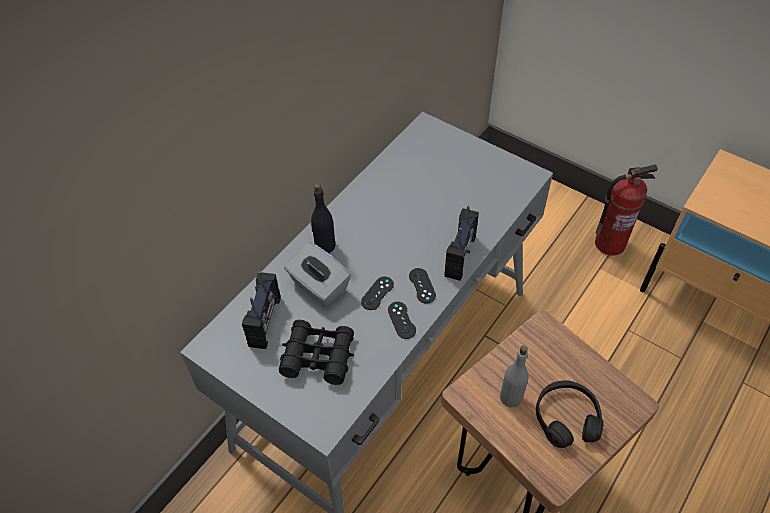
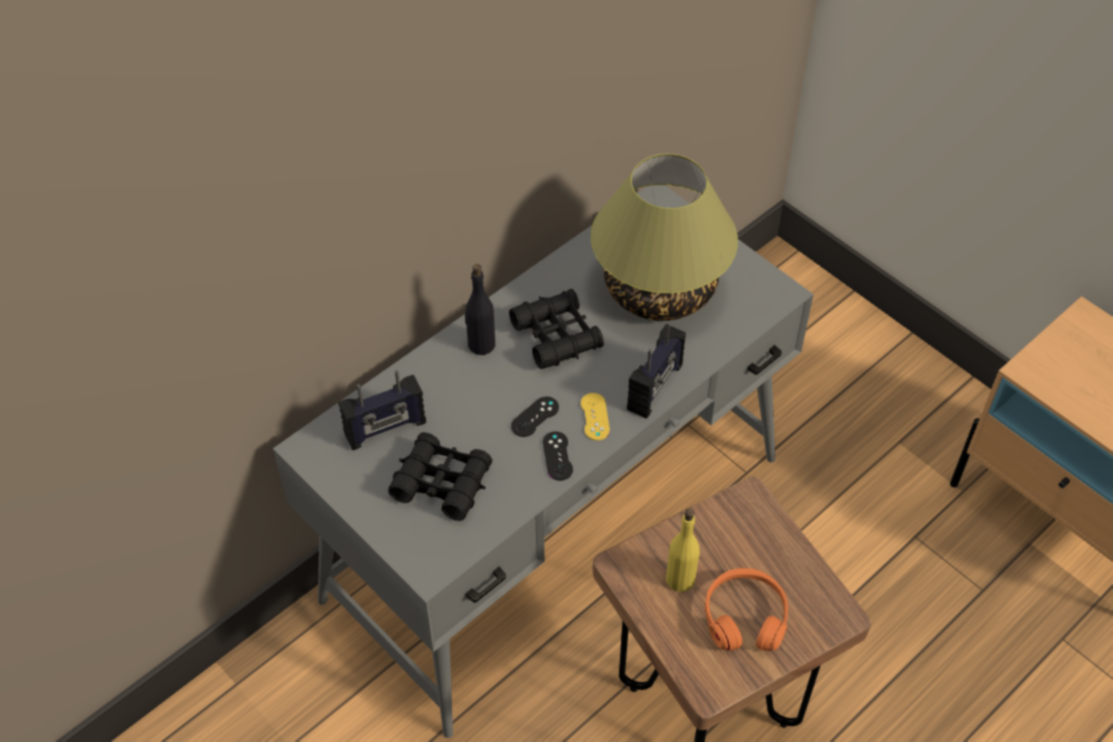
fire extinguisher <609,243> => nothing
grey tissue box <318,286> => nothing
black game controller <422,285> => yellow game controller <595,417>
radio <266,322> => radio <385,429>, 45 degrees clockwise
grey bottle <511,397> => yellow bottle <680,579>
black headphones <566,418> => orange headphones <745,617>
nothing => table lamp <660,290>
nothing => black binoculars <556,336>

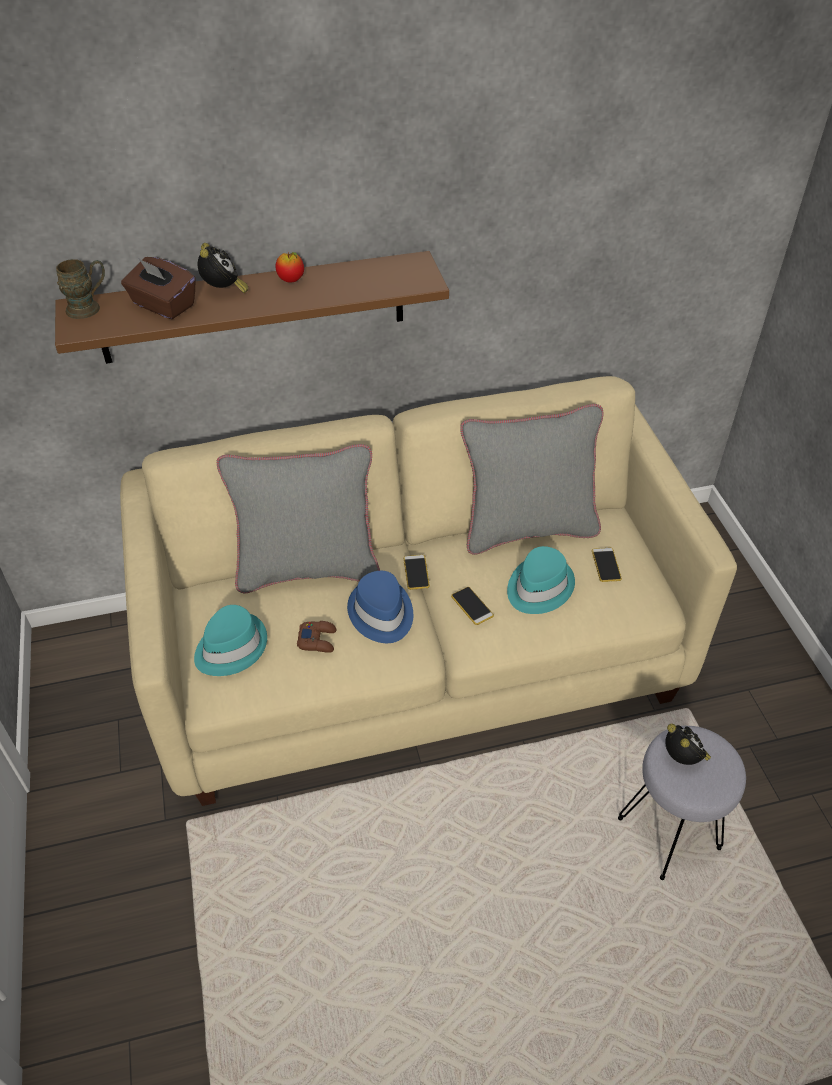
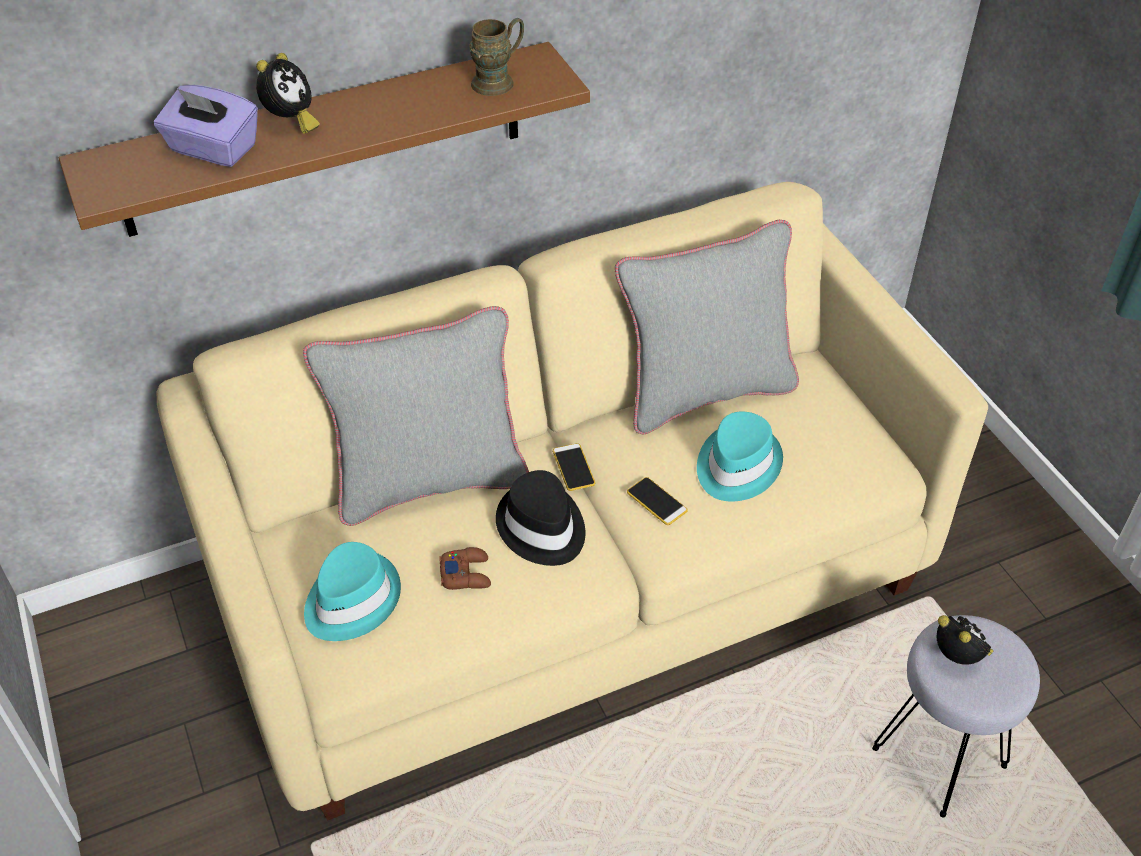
alarm clock <224,291> => alarm clock <290,122>, 45 degrees clockwise
apple <291,280> => nothing
brown tissue box <163,305> => purple tissue box <213,149>
brown mug <89,307> => brown mug <499,81>, relocated
phone <606,565> => nothing
blue hat <381,614> => black hat <541,528>

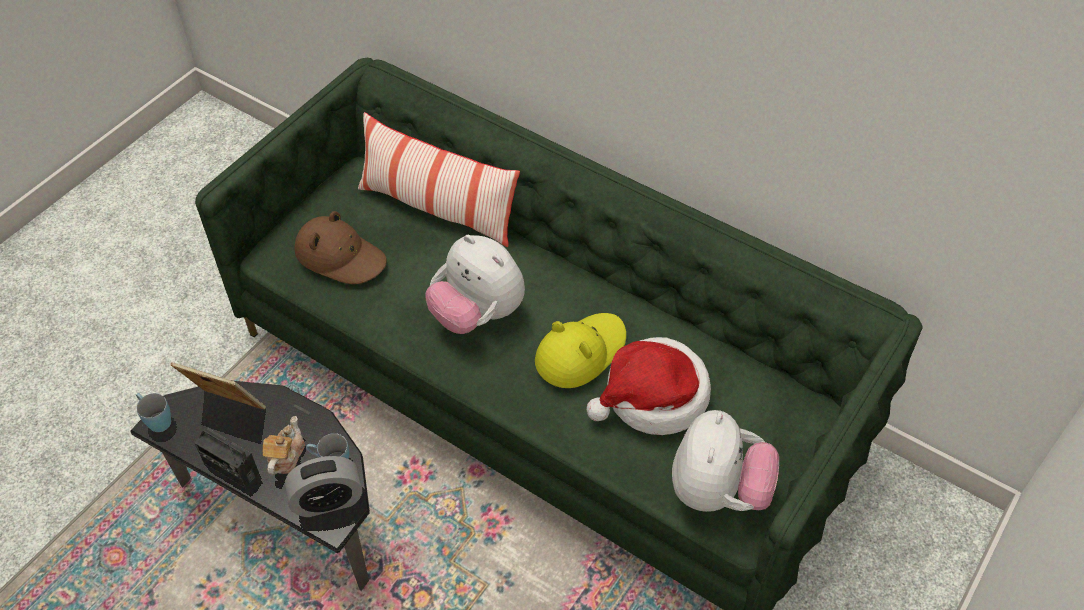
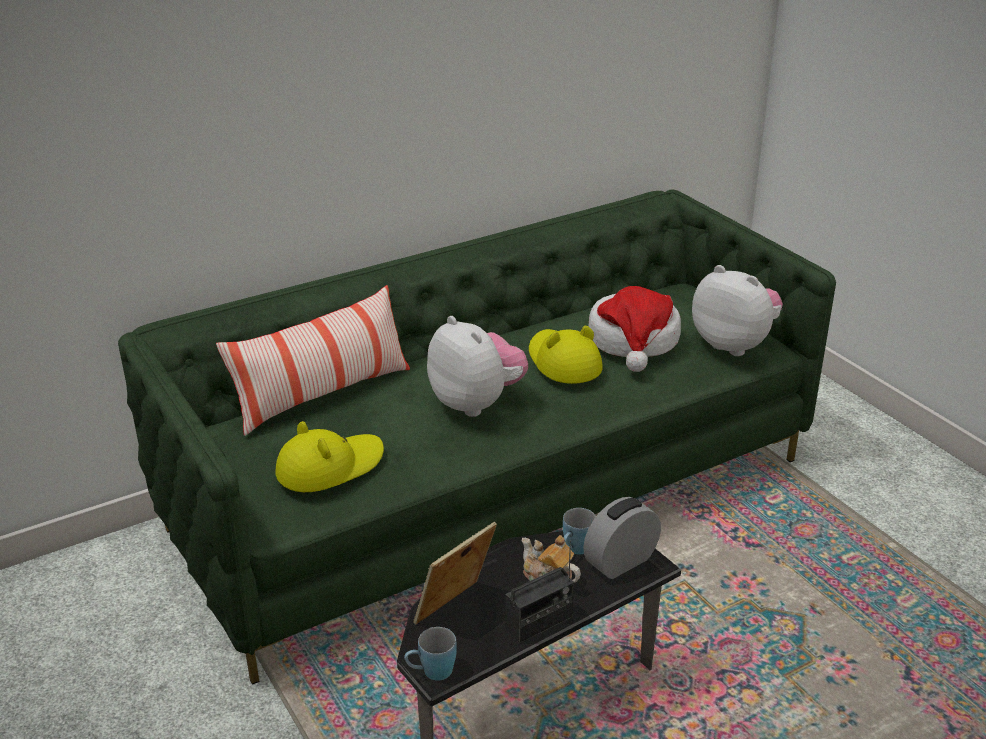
brown hat <341,256> => yellow hat <329,466>
plush toy <477,314> => plush toy <477,403>, 105 degrees counterclockwise
alarm clock <327,501> => alarm clock <620,562>, 135 degrees counterclockwise

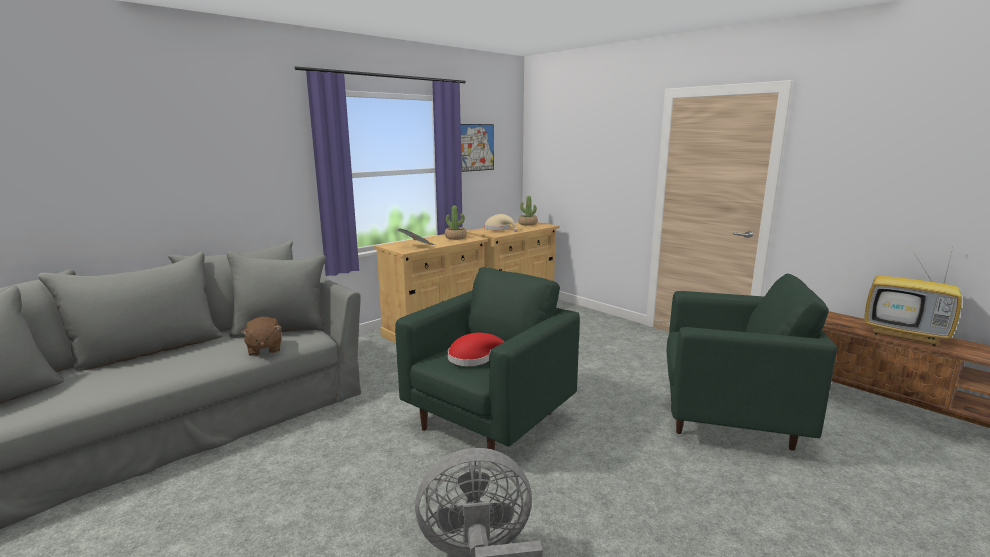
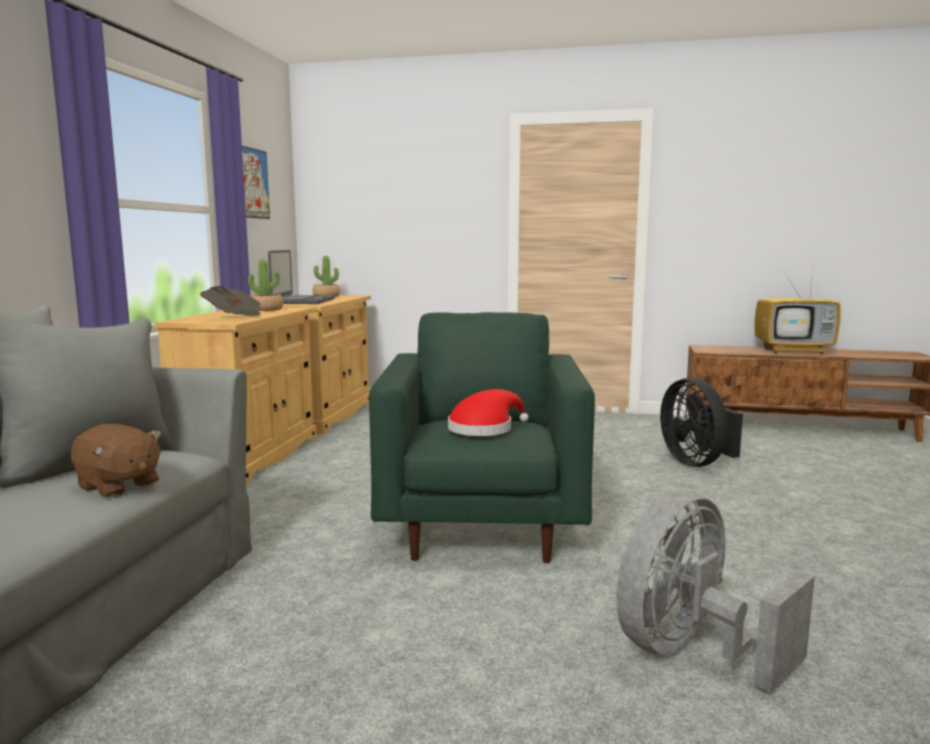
beige hat <499,229> => laptop <303,301>
green armchair <729,418> => black fan <697,462>

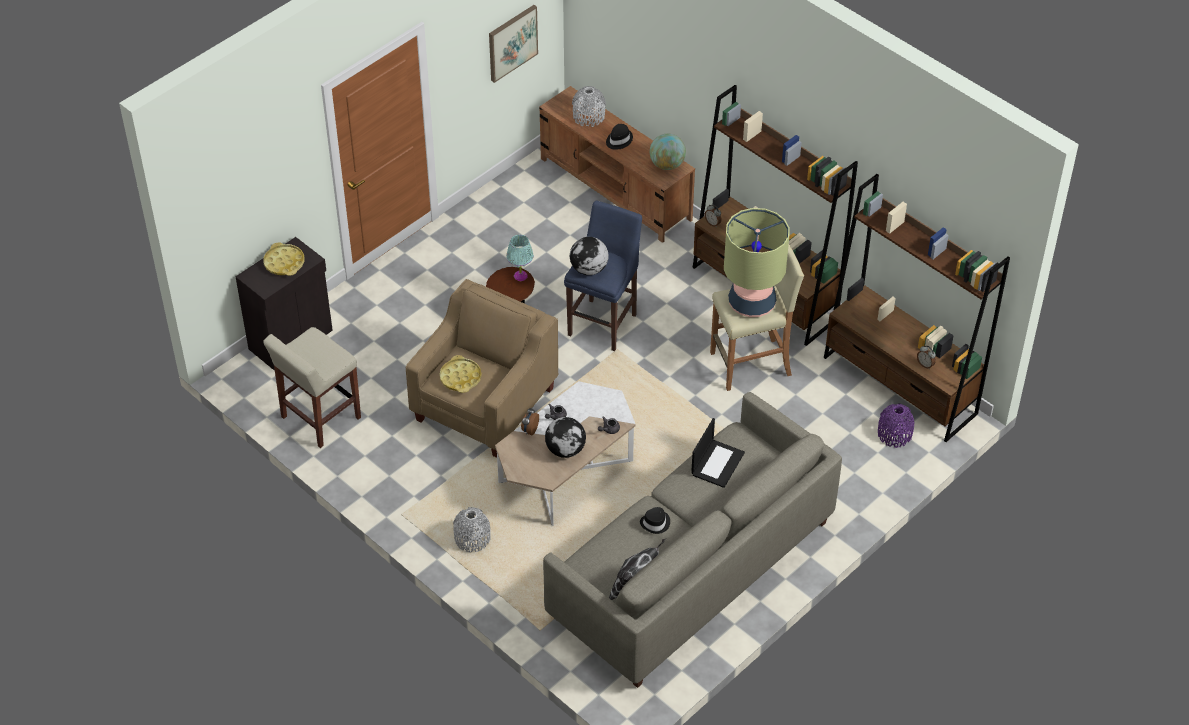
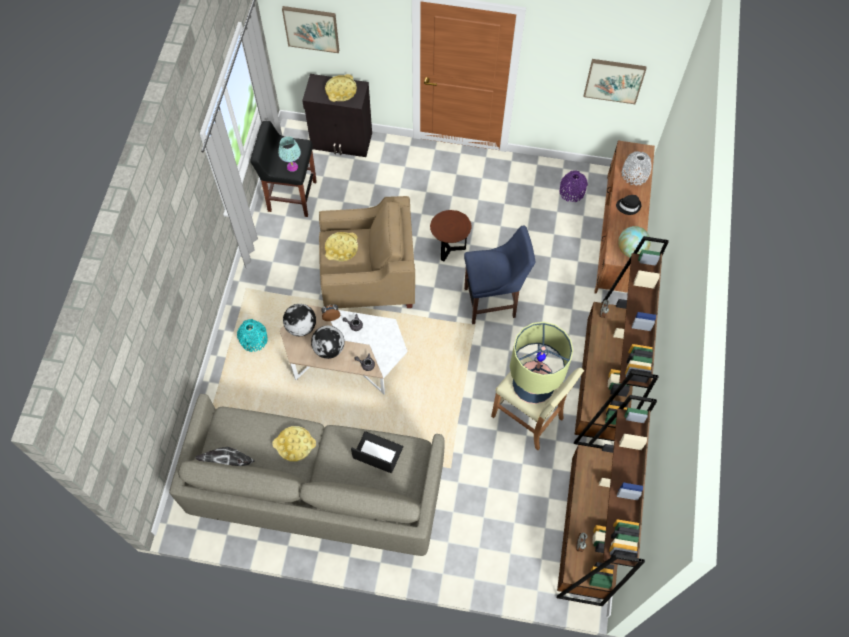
turquoise table lamp <520,276> => turquoise table lamp <292,166>, relocated
globe <588,269> => globe <300,327>, relocated
beige stool <320,418> => black stool <291,196>
purple vase <894,434> => purple vase <571,192>, relocated
laptop <717,463> => laptop <377,453>, 150 degrees counterclockwise
grey vase <472,538> => turquoise vase <254,340>
black hat <655,523> => yellow tray <294,445>
nothing => picture <311,28>

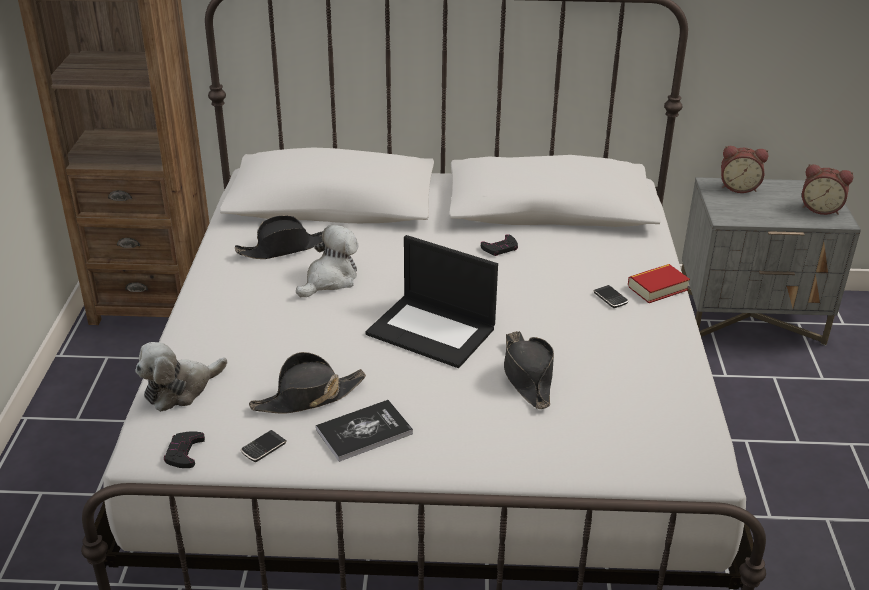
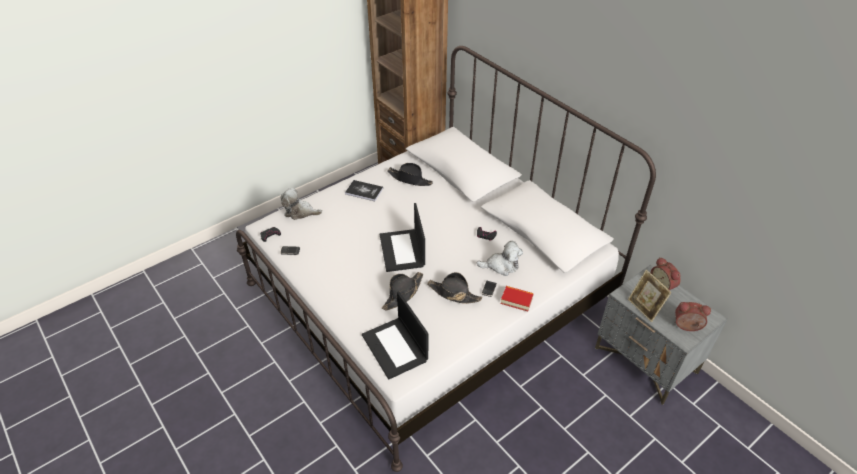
alarm clock <820,208> => alarm clock <687,327>, 120 degrees clockwise
plush toy <330,280> => plush toy <501,266>, relocated
black hat <308,397> => black hat <453,293>, relocated
book <364,431> => book <364,191>, relocated
nothing => picture frame <644,308>
nothing => laptop <395,348>

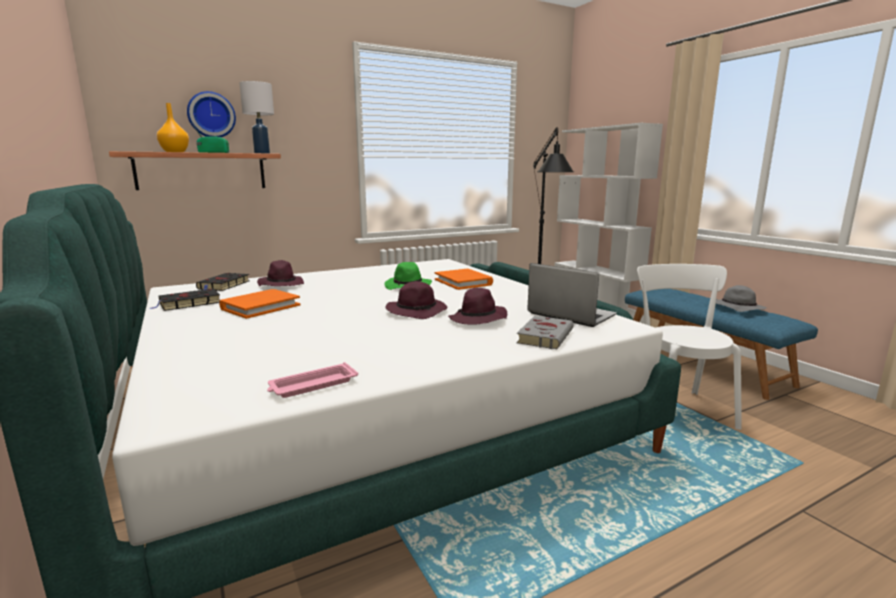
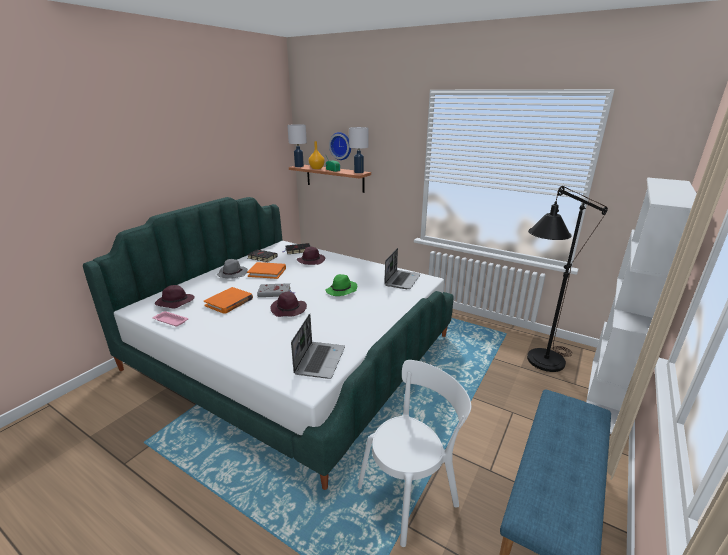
orange book <463,282> => orange book <229,302>, relocated
grey hat <737,308> => grey hat <232,273>, relocated
purple hat <478,319> => purple hat <174,302>, relocated
grey book <545,336> => grey book <275,292>, relocated
nothing => white table lamp <299,166>
nothing => laptop <402,280>

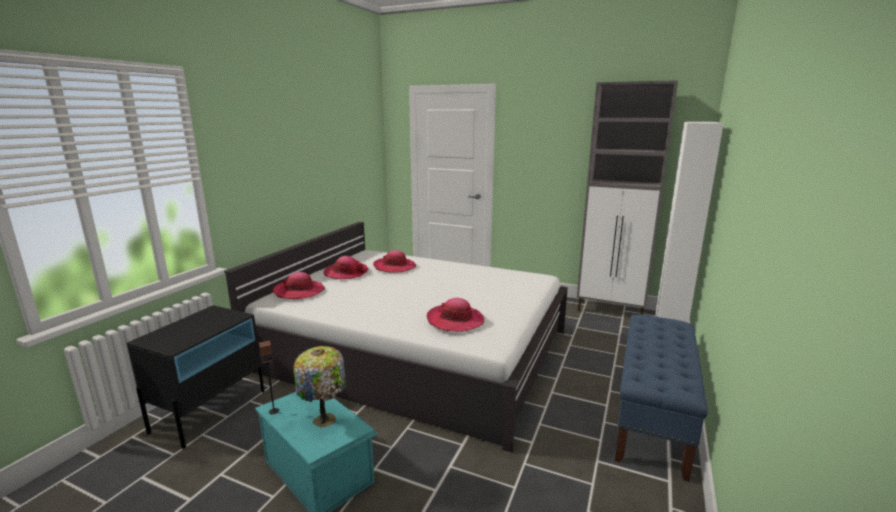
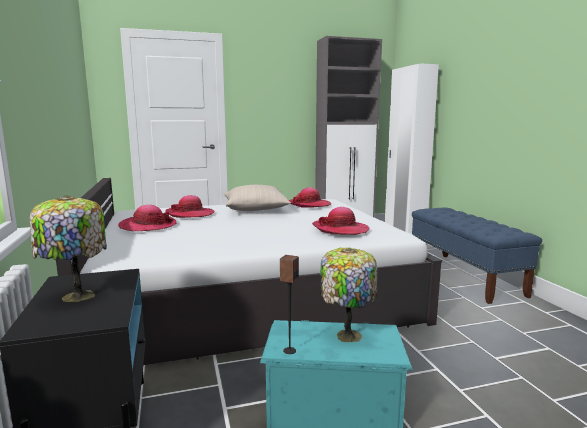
hat <299,291> => hat <309,204>, relocated
nothing => beige pillow <255,209>
nothing => table lamp <76,297>

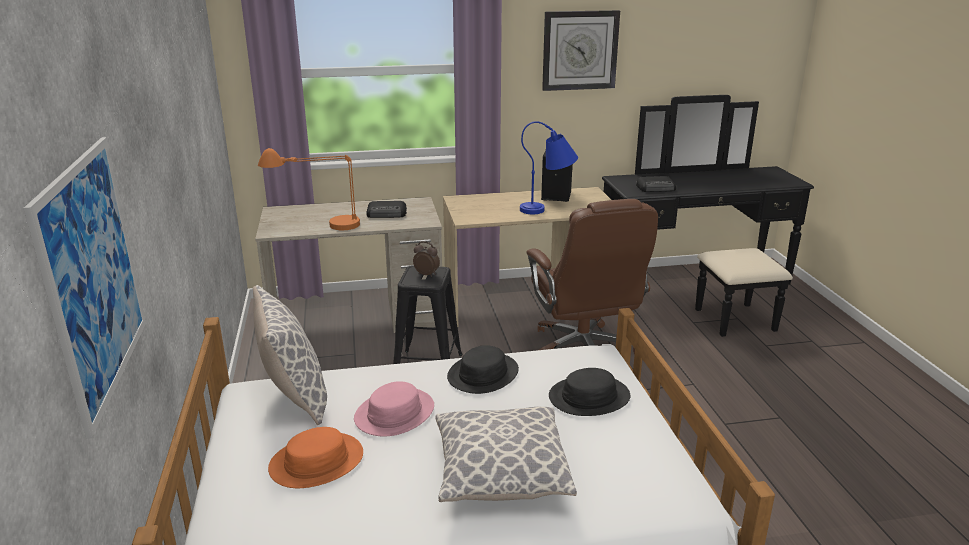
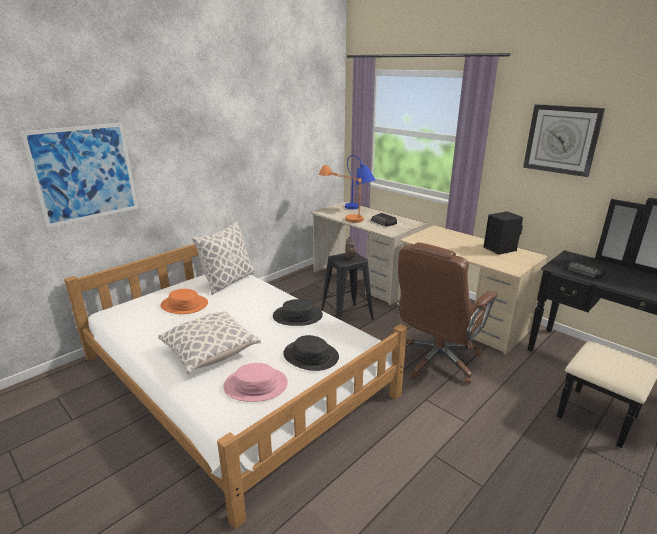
blue table lamp <548,209> => blue table lamp <359,209>, relocated
pink hat <395,413> => pink hat <255,385>, relocated

